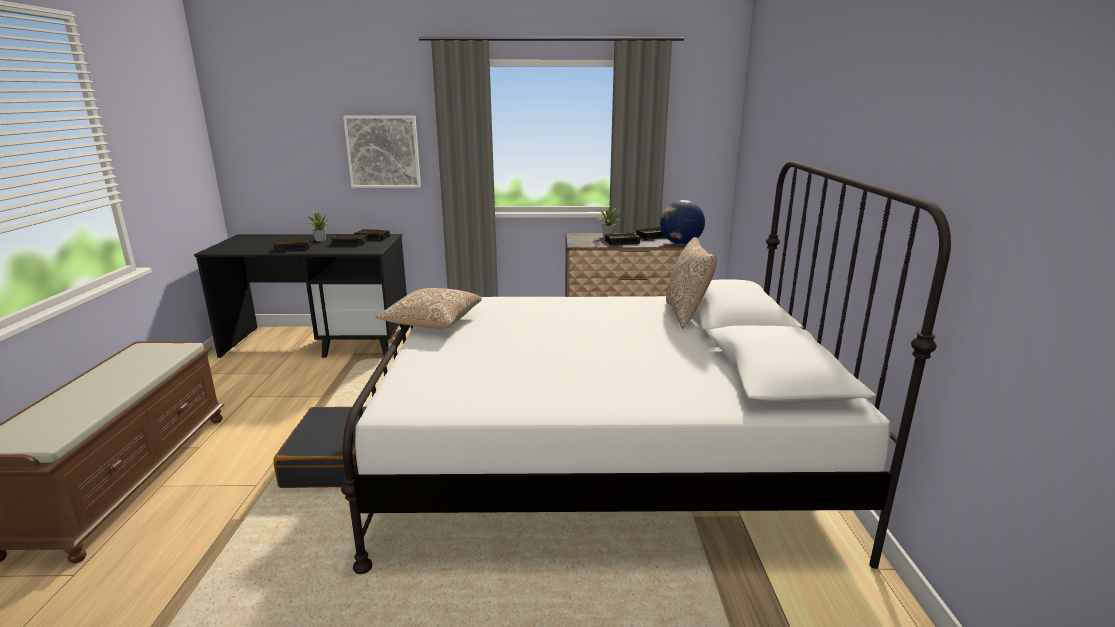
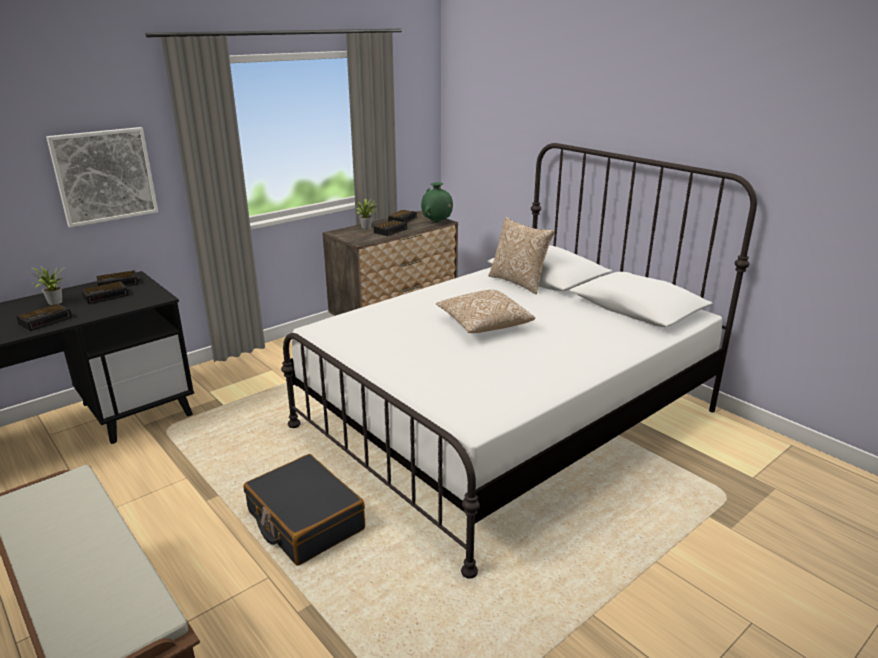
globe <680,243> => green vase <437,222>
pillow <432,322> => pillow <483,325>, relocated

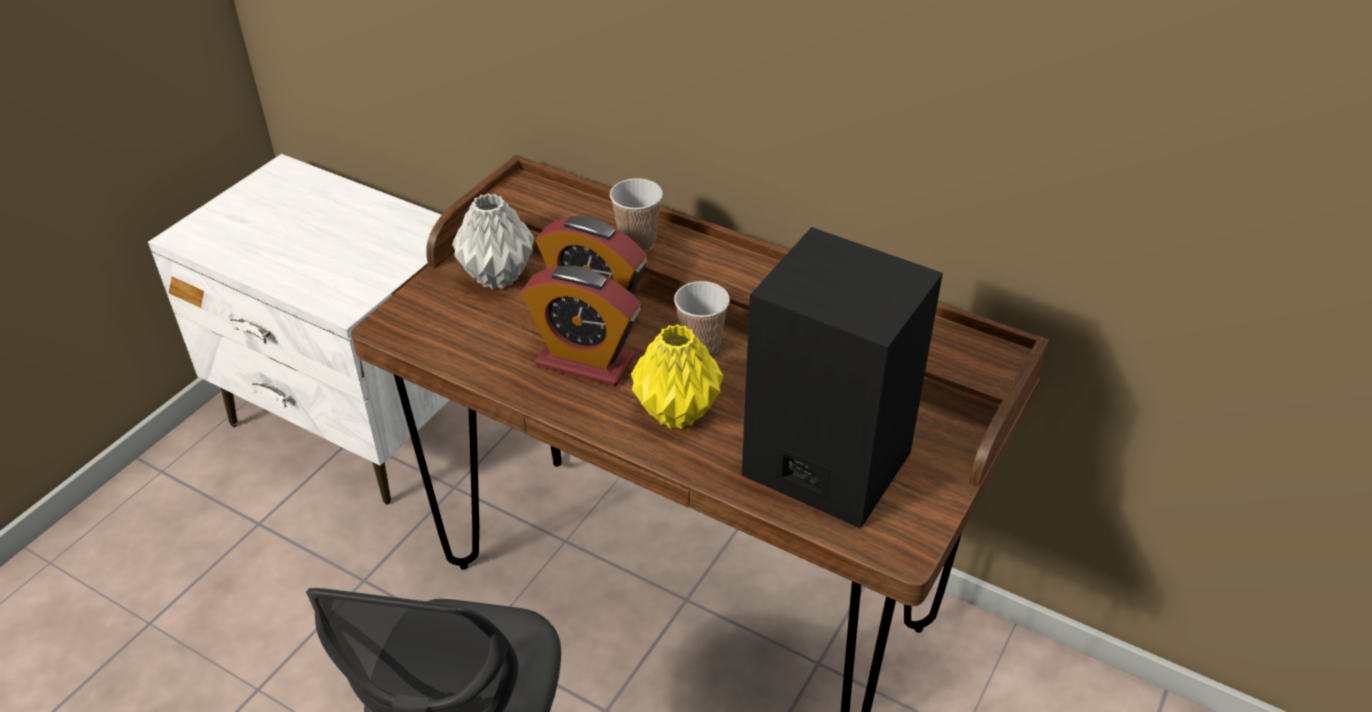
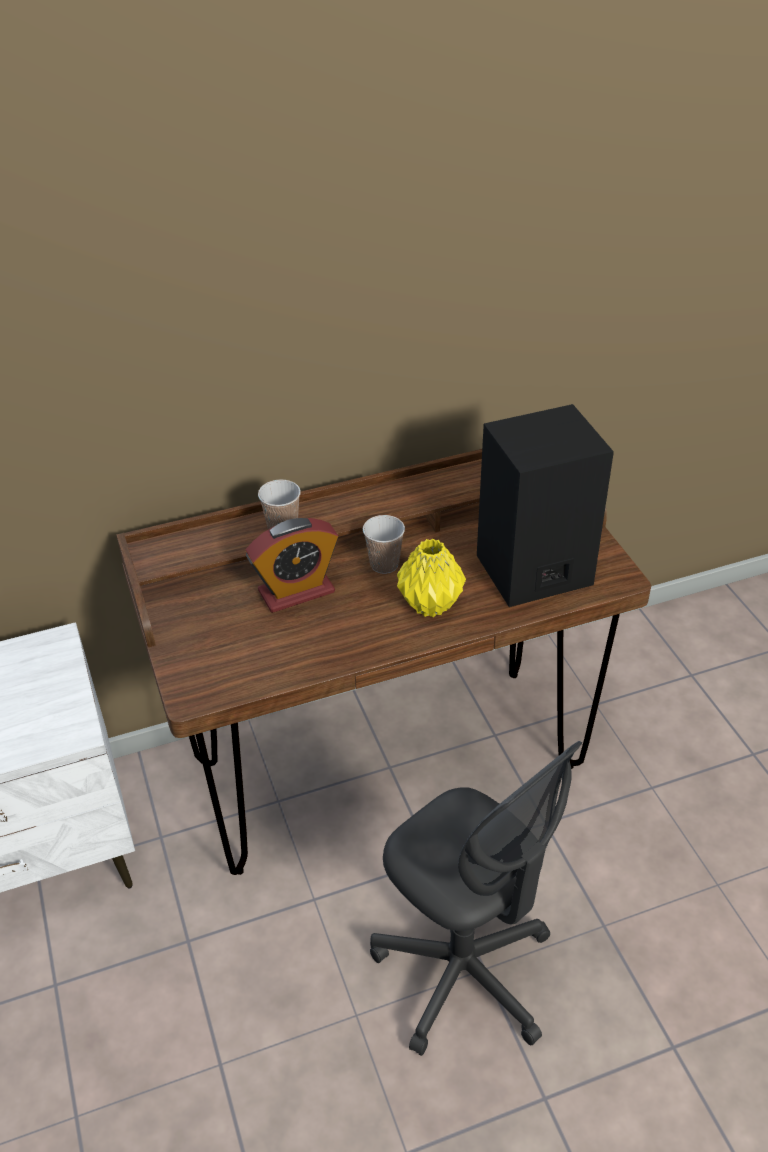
grey vase <496,277> => nothing
alarm clock <585,362> => nothing

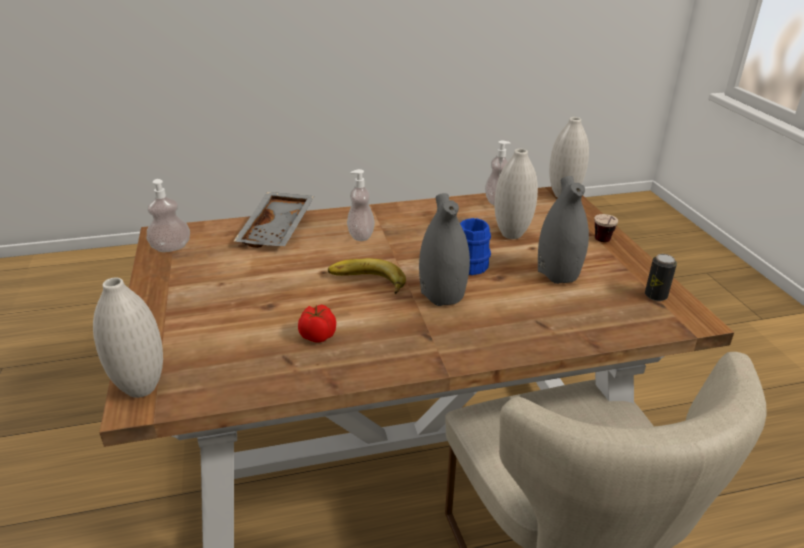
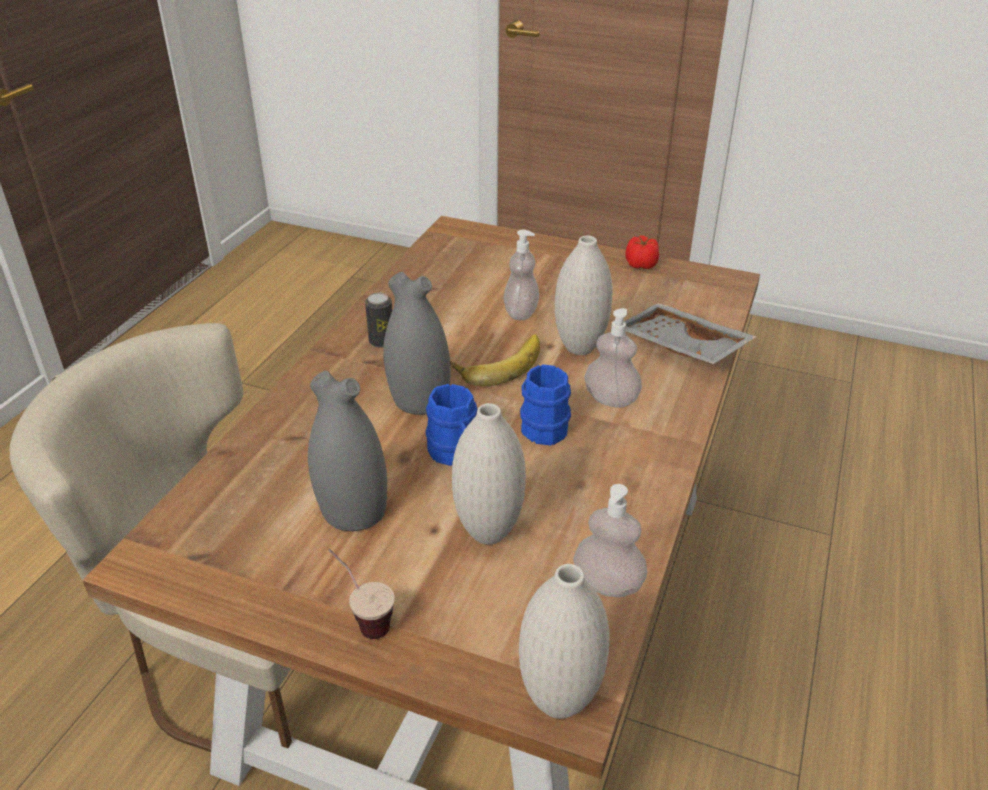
soap dispenser <171,247> => soap dispenser <521,312>, relocated
can <655,296> => can <381,341>, relocated
white vase <141,388> => white vase <579,348>, relocated
tomato <317,336> => tomato <641,264>, relocated
nothing => blue mug <545,424>

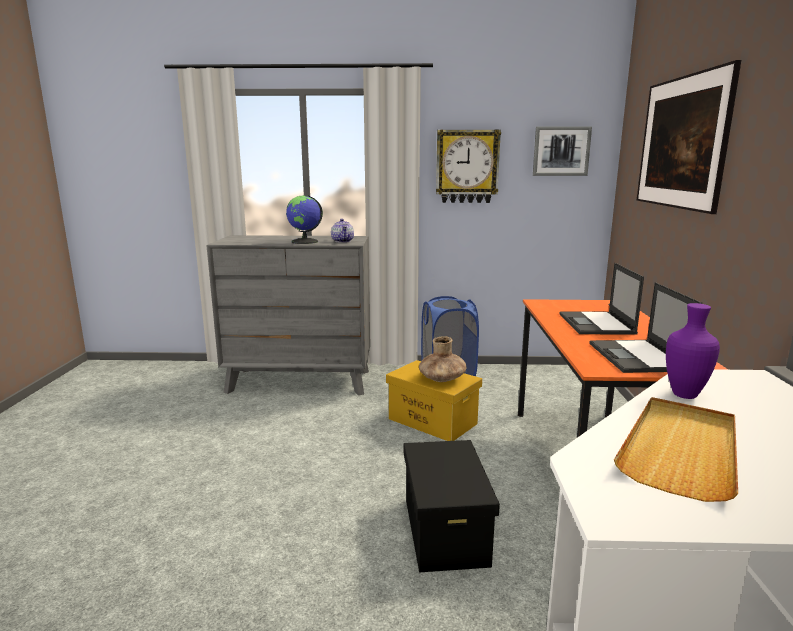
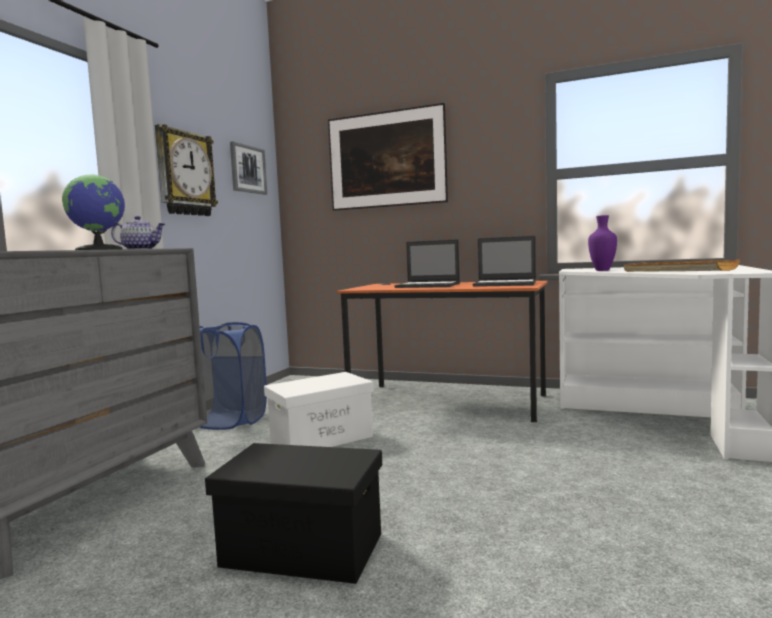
brown vase <442,379> => nothing
yellow storage box <433,421> => white storage box <322,438>
black storage box <446,531> => black storage box <304,549>, relocated

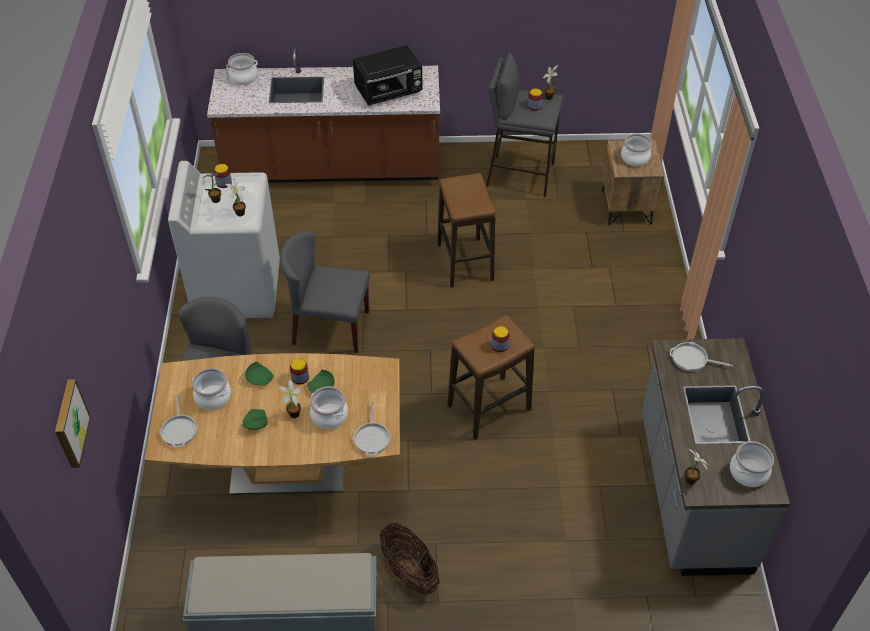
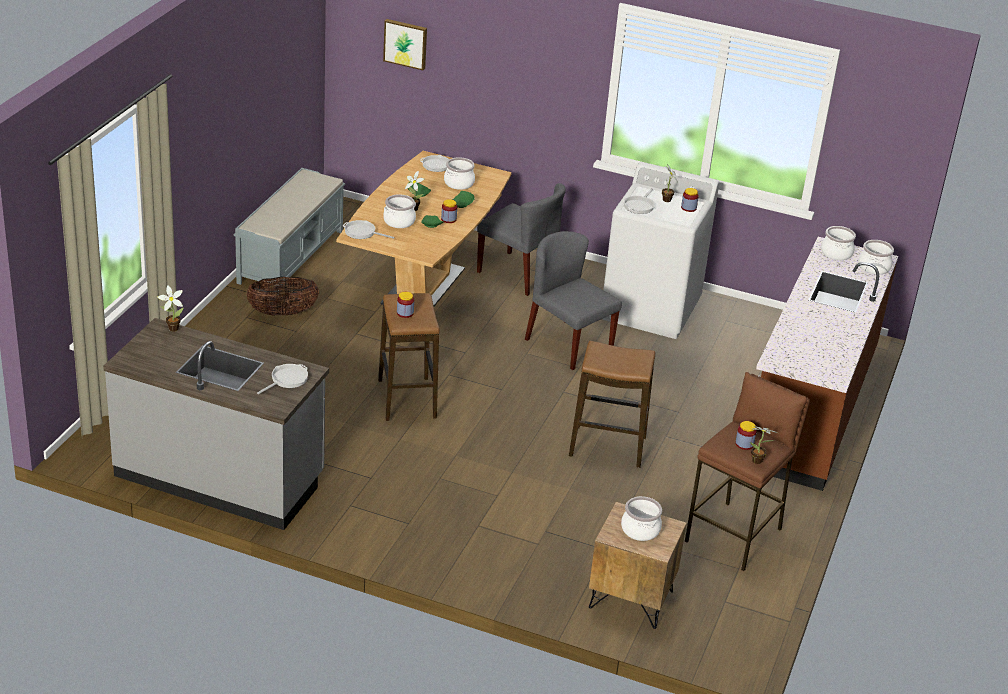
black microwave <389,92> => nothing
grey stool <520,175> => brown stool <735,535>
potted plant <239,214> => frying pan <639,206>
grey chair <330,327> => grey chair <568,344>, 75 degrees counterclockwise
cooking pot <749,472> => cooking pot <836,253>, relocated

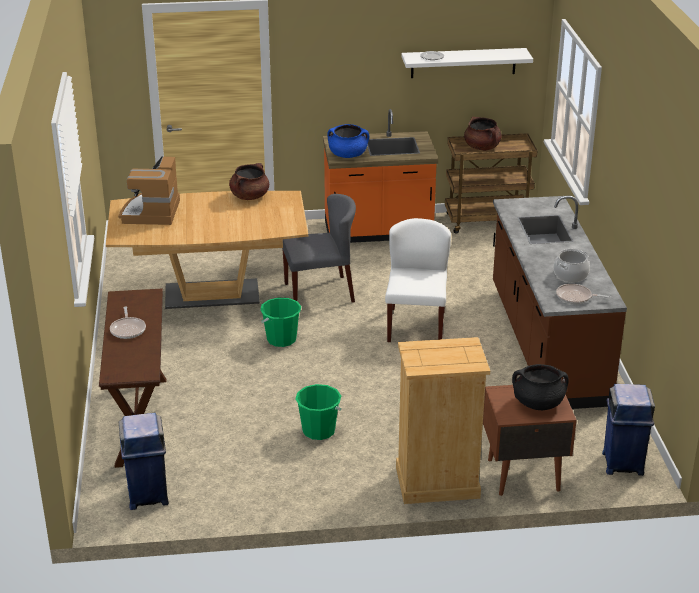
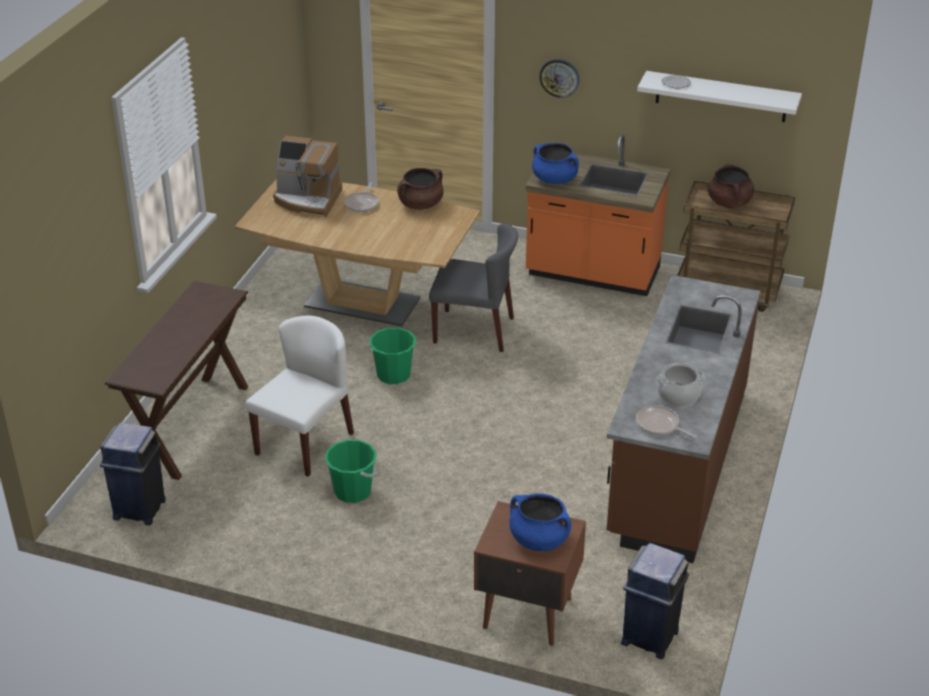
coffee machine <152,212> => coffee machine <307,199>, 105 degrees counterclockwise
white chair <416,326> => white chair <304,443>, relocated
frying pan <128,329> => frying pan <362,204>, relocated
beige dresser <437,483> => nothing
black cooking pot <538,403> => blue cooking pot <539,539>
nothing => wall clock <559,77>

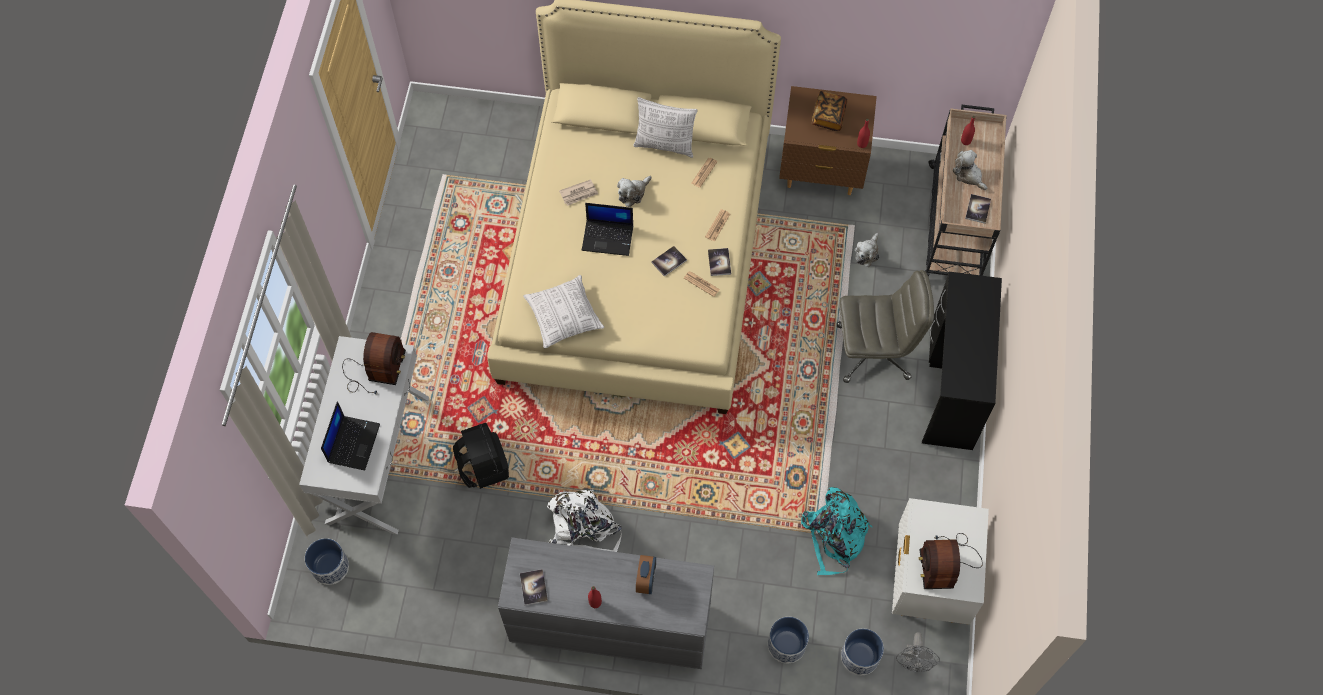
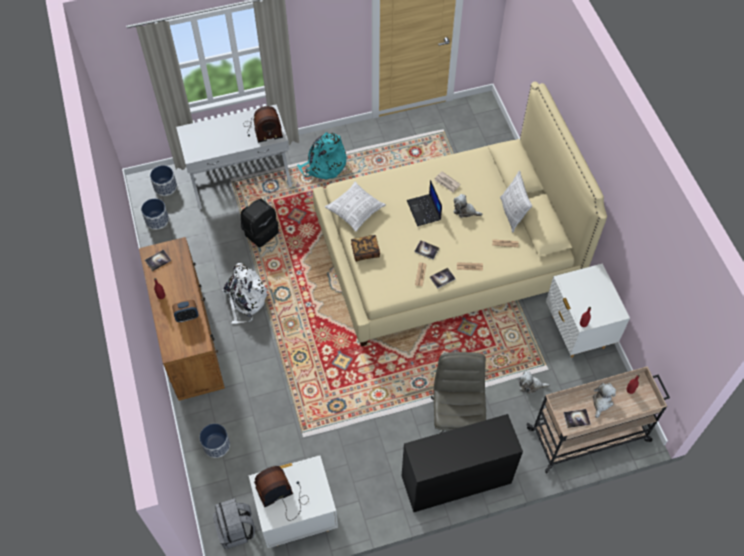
brown nightstand <821,172> => white nightstand <577,332>
book <828,116> => book <365,252>, relocated
grey office chair <874,351> => grey office chair <456,419>, 150 degrees counterclockwise
laptop <353,442> => nothing
turquoise backpack <834,537> => turquoise backpack <324,166>, relocated
grey dresser <609,623> => brown dresser <189,338>
planter <859,656> => planter <157,220>, relocated
grey fan <913,662> => grey backpack <236,529>

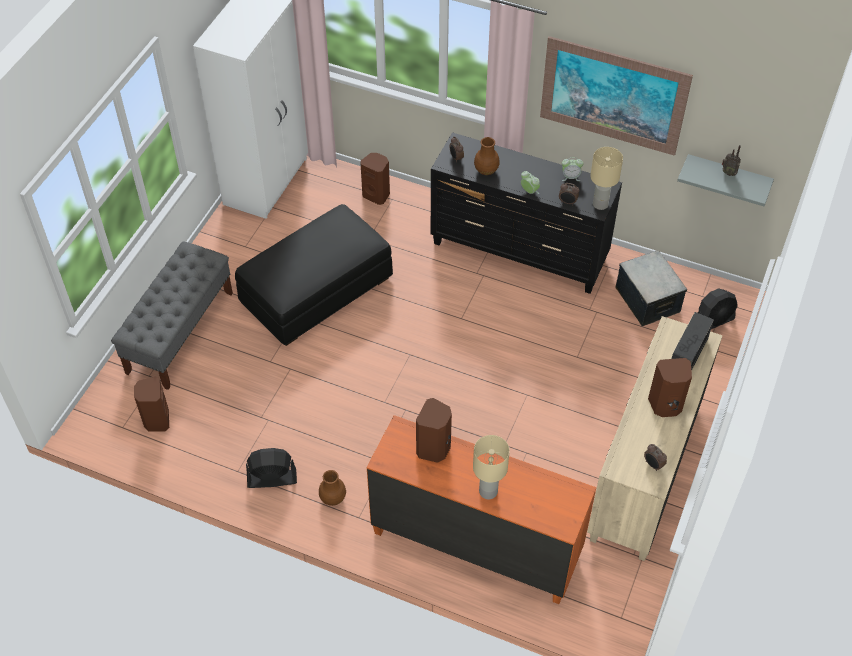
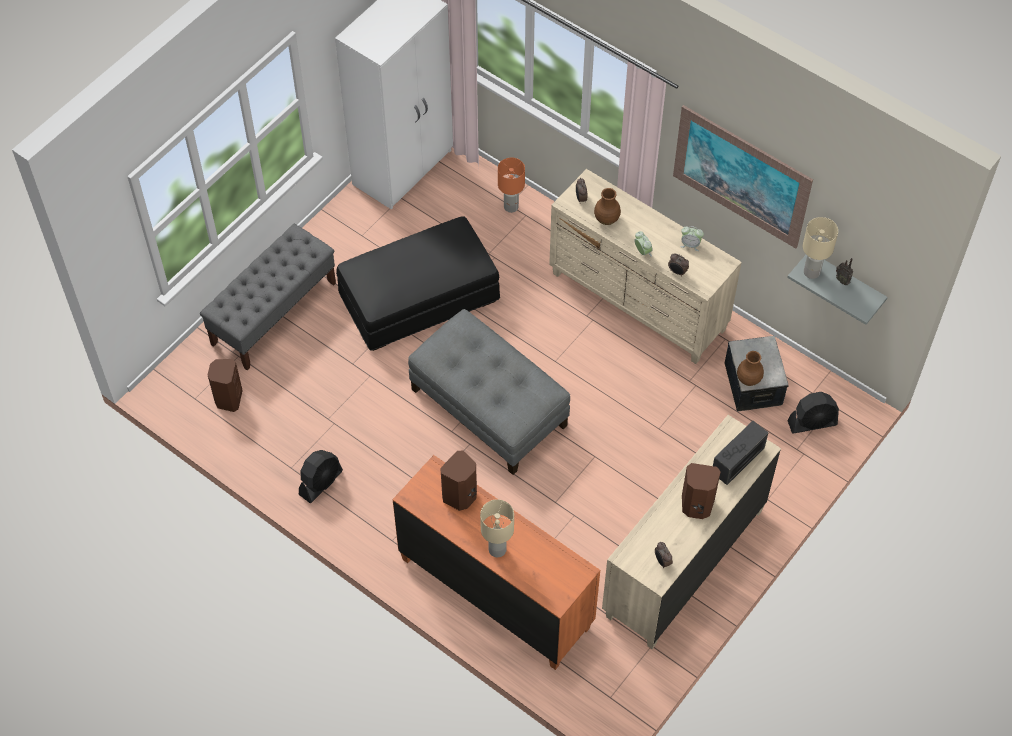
black dresser <519,252> => beige dresser <638,303>
beige table lamp <600,204> => beige table lamp <812,272>, relocated
brown speaker <377,195> => orange table lamp <511,207>
black fan <271,478> => black fan <321,483>, 120 degrees clockwise
brown vase <333,498> => brown vase <749,379>, relocated
nothing => grey ottoman <488,408>

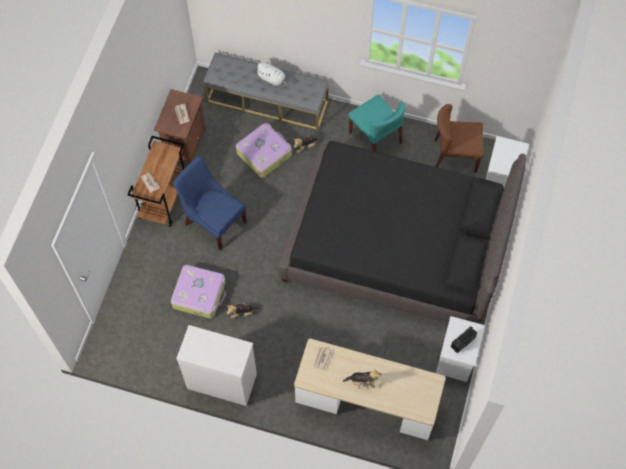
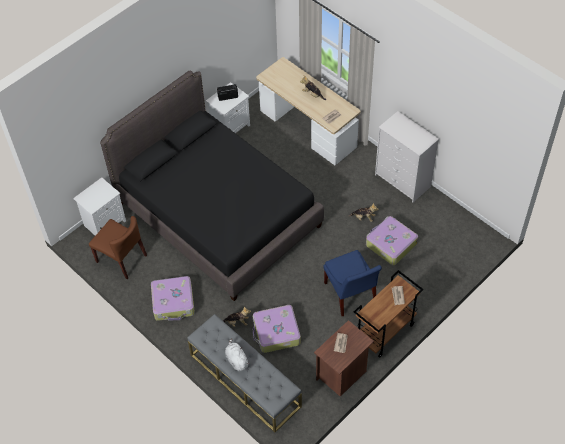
turquoise chair <375,138> => suitcase <173,302>

